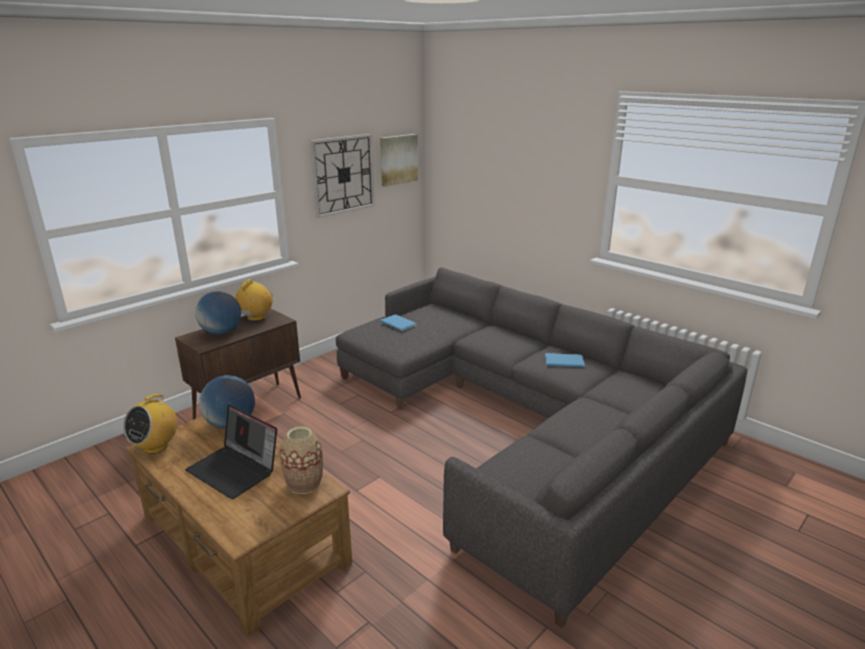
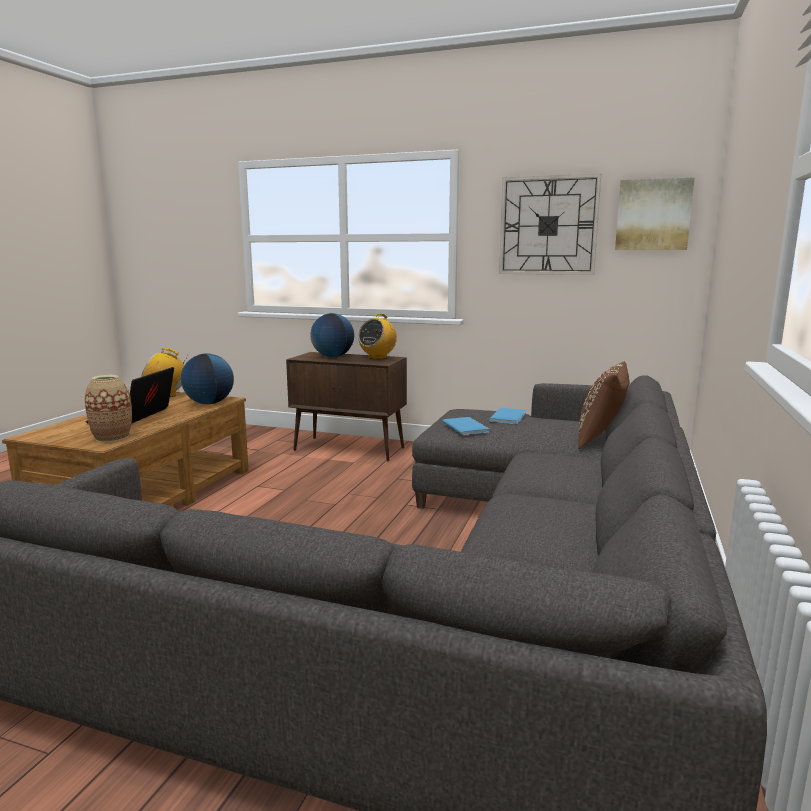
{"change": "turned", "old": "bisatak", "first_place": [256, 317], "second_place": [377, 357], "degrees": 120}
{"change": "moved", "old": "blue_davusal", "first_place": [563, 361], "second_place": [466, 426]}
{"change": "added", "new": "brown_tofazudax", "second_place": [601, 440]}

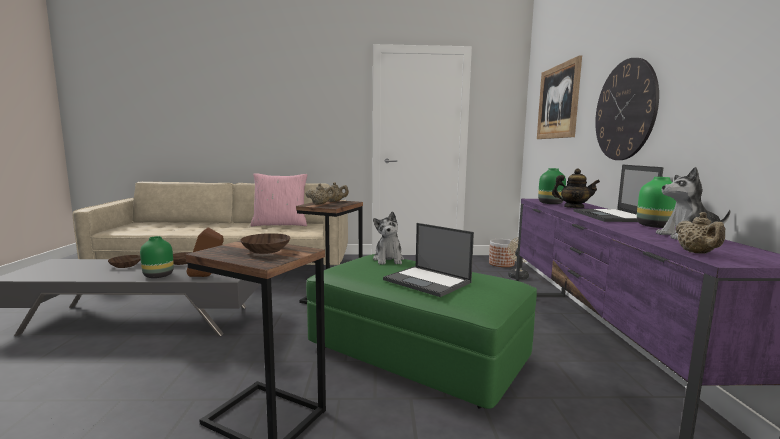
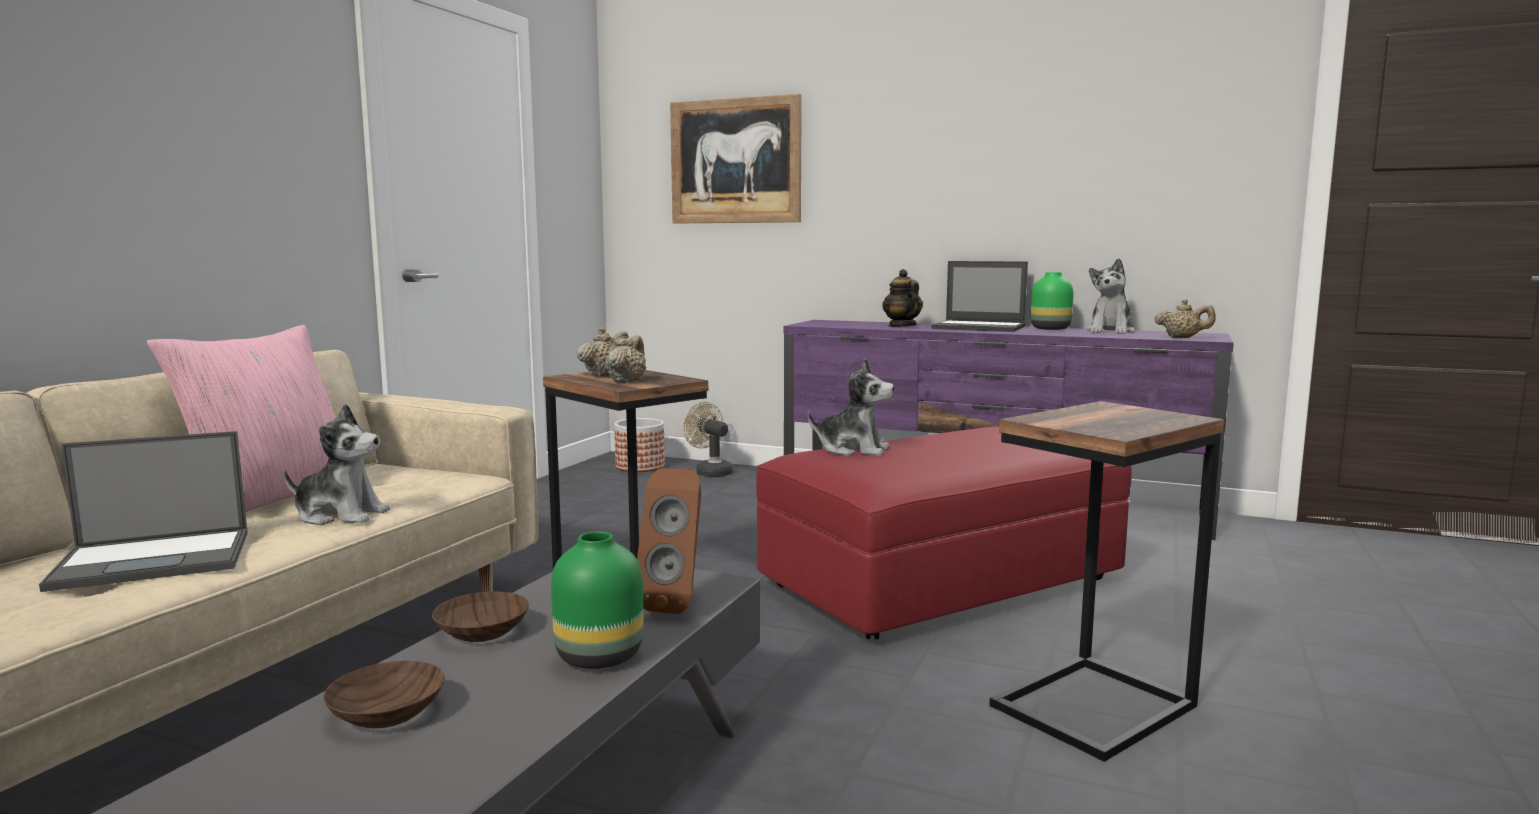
{"change": "removed", "old": "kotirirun", "first_place": [625, 110]}
{"change": "removed", "old": "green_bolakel", "first_place": [551, 203]}
{"change": "turned", "old": "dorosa", "first_place": [573, 208], "second_place": [901, 326], "degrees": -60}
{"change": "moved", "old": "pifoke", "first_place": [428, 281], "second_place": [156, 559]}
{"change": "removed", "old": "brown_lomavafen", "first_place": [266, 251]}
{"change": "recoloured", "old": "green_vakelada", "new": "red_vakelada", "first_place": [417, 353], "second_place": [941, 582]}
{"change": "added", "new": "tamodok", "second_place": [340, 515]}

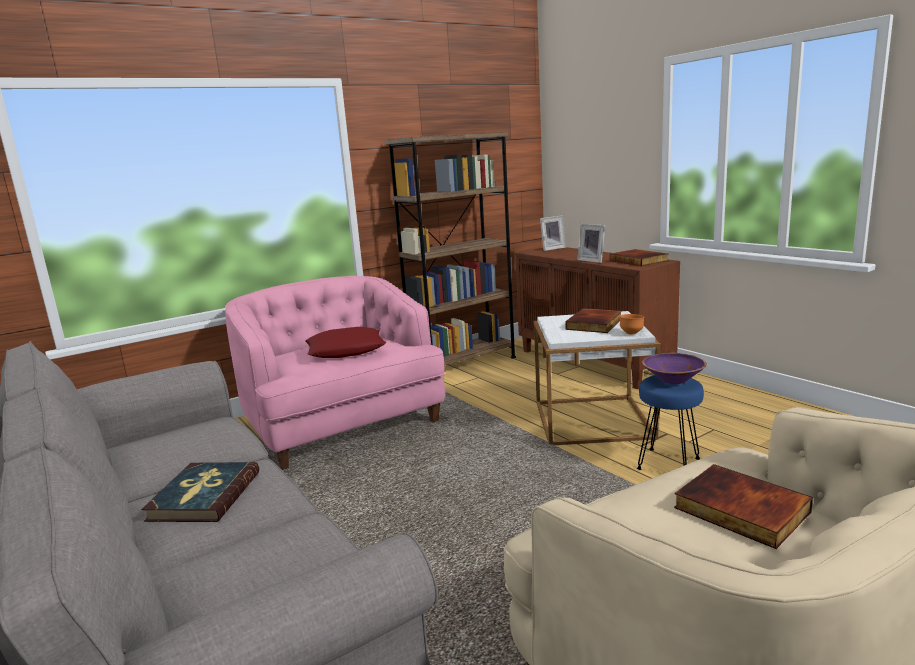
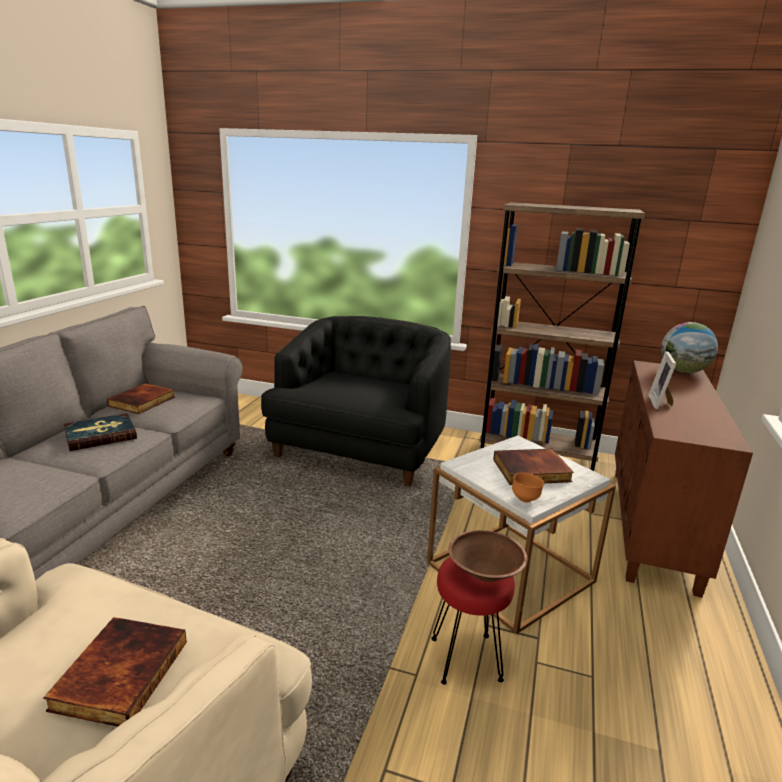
{"change": "replaced", "old": "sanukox", "new": "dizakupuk", "first_place": [552, 248], "second_place": [683, 371]}
{"change": "moved", "old": "davusal", "first_place": [639, 260], "second_place": [143, 402]}
{"change": "recoloured", "old": "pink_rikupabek", "new": "black_rikupabek", "first_place": [341, 424], "second_place": [360, 448]}
{"change": "removed", "old": "red_tofazudax", "first_place": [346, 350]}
{"change": "recoloured", "old": "purple_lomavafen", "new": "brown_lomavafen", "first_place": [673, 380], "second_place": [485, 572]}
{"change": "recoloured", "old": "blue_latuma", "new": "red_latuma", "first_place": [668, 463], "second_place": [467, 659]}

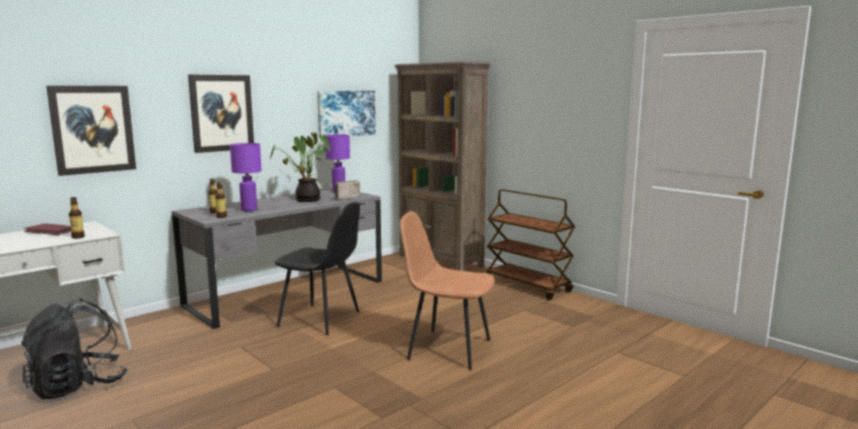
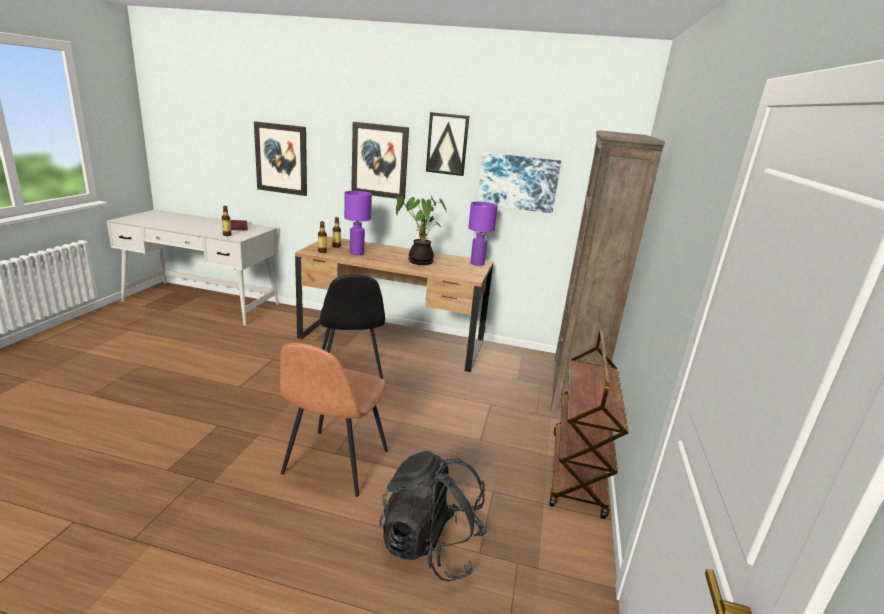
{"change": "removed", "old": "bisatak", "first_place": [345, 198]}
{"change": "recoloured", "old": "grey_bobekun", "new": "brown_bobekun", "first_place": [287, 293], "second_place": [392, 340]}
{"change": "turned", "old": "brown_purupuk", "first_place": [447, 349], "second_place": [334, 463], "degrees": -150}
{"change": "moved", "old": "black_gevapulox", "first_place": [78, 386], "second_place": [430, 546]}
{"change": "added", "new": "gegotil", "second_place": [447, 144]}

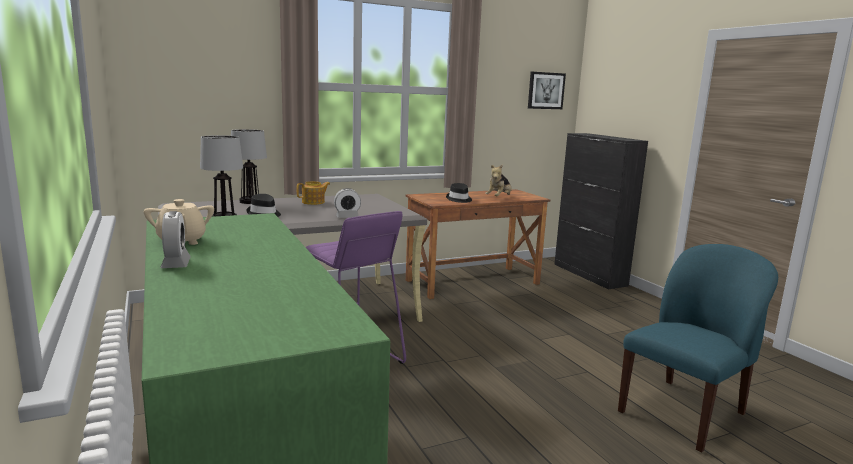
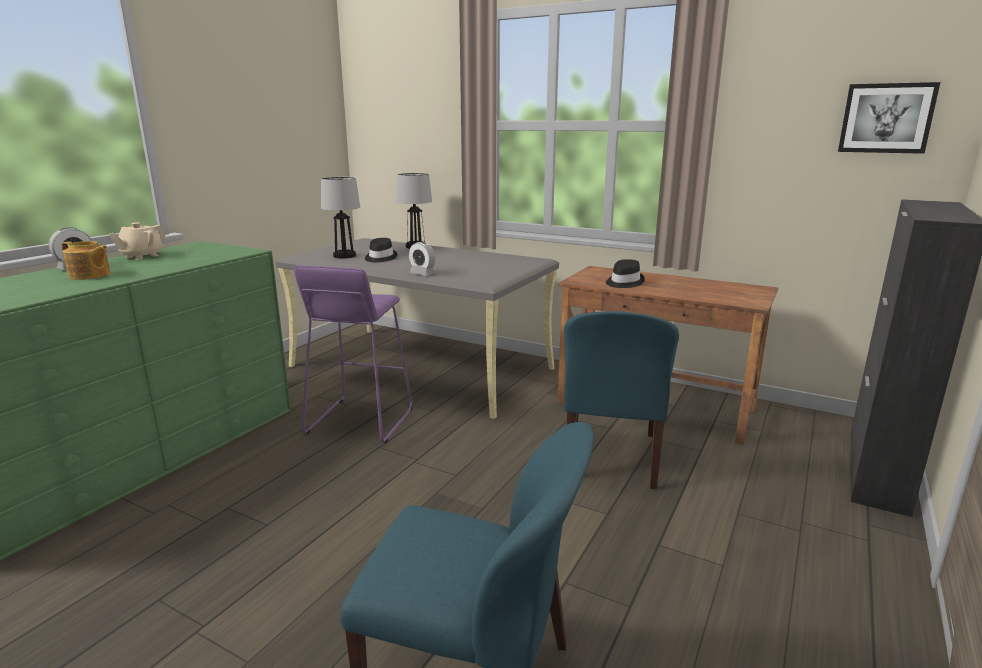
{"change": "removed", "old": "tamodok", "first_place": [499, 198]}
{"change": "moved", "old": "dorosa", "first_place": [314, 202], "second_place": [90, 275]}
{"change": "added", "new": "blue_purupuk", "second_place": [611, 457]}

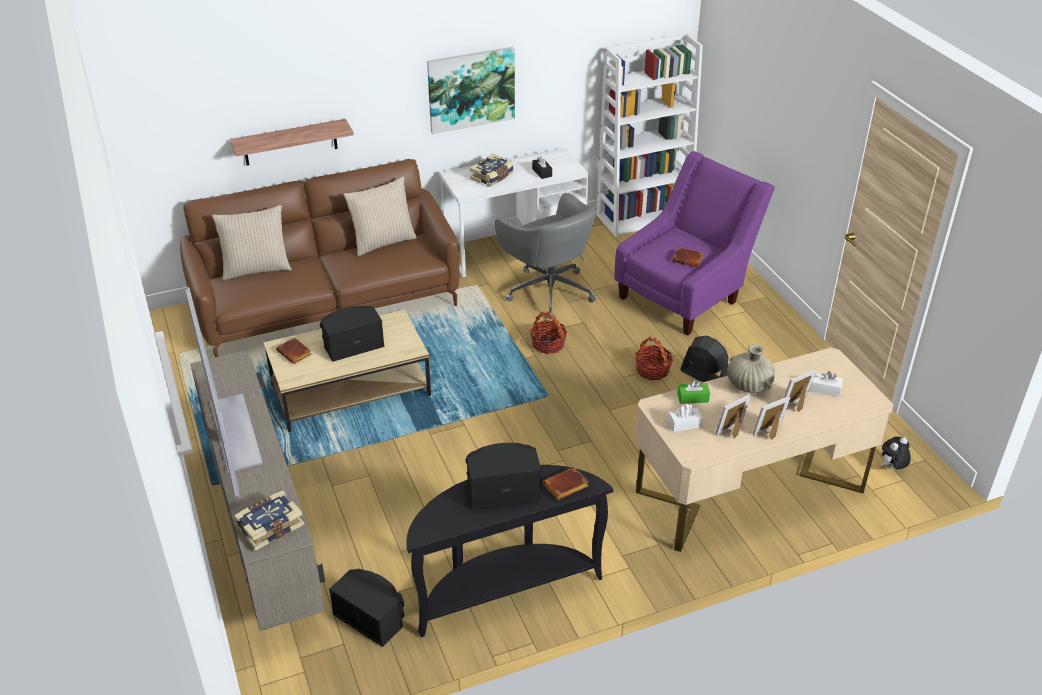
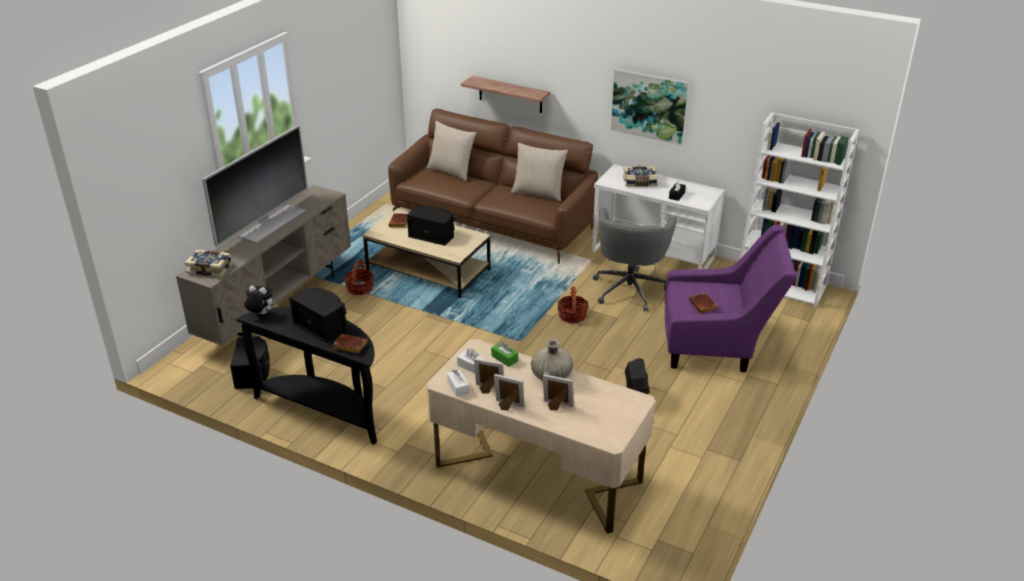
{"change": "moved", "old": "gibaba", "first_place": [652, 370], "second_place": [360, 288]}
{"change": "moved", "old": "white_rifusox", "first_place": [825, 389], "second_place": [458, 387]}
{"change": "moved", "old": "tamodok", "first_place": [892, 468], "second_place": [260, 314]}

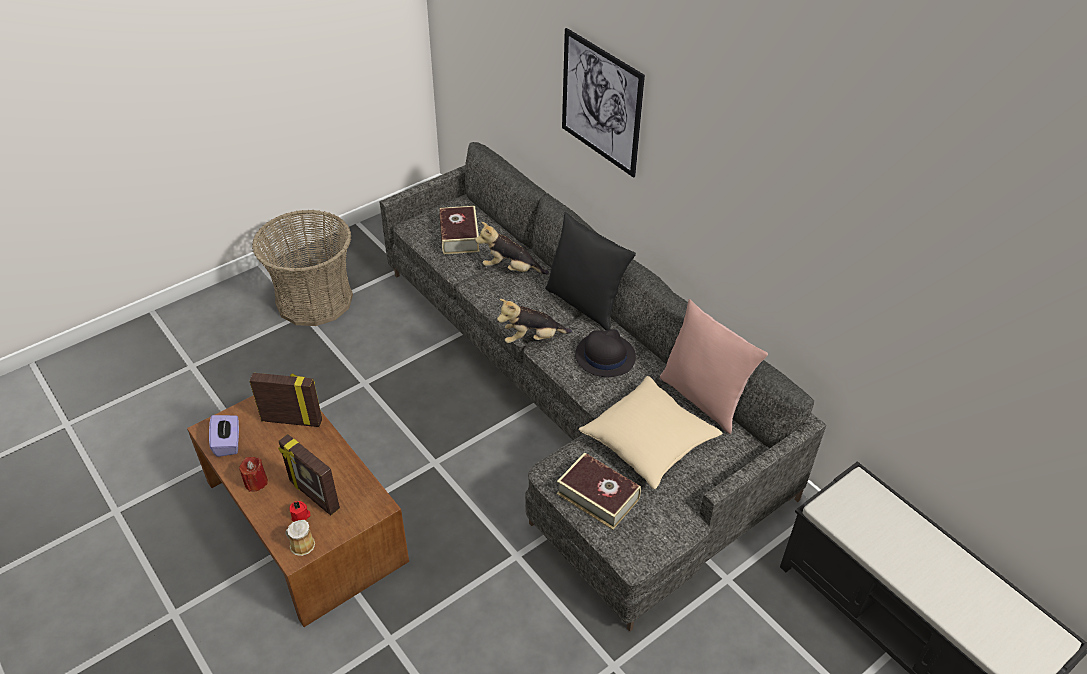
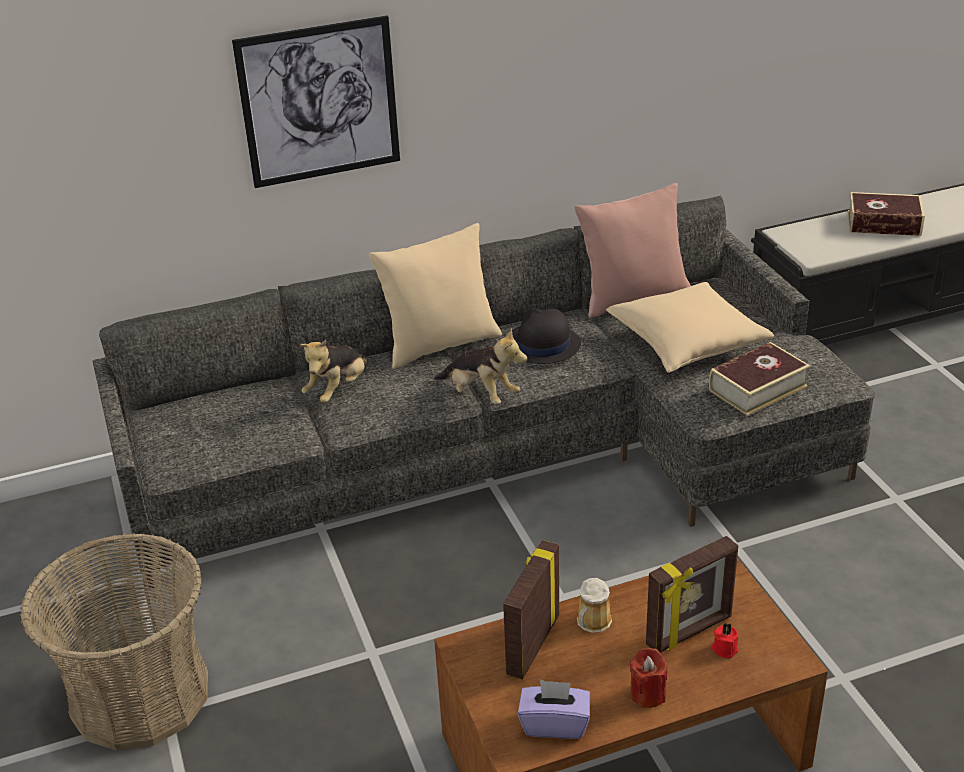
{"change": "moved", "old": "davusal", "first_place": [459, 236], "second_place": [883, 223]}
{"change": "recoloured", "old": "black_tofazudax", "new": "beige_tofazudax", "first_place": [585, 304], "second_place": [440, 344]}
{"change": "turned", "old": "tamodok", "first_place": [532, 338], "second_place": [481, 394], "degrees": -60}
{"change": "moved", "old": "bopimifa", "first_place": [301, 545], "second_place": [592, 622]}

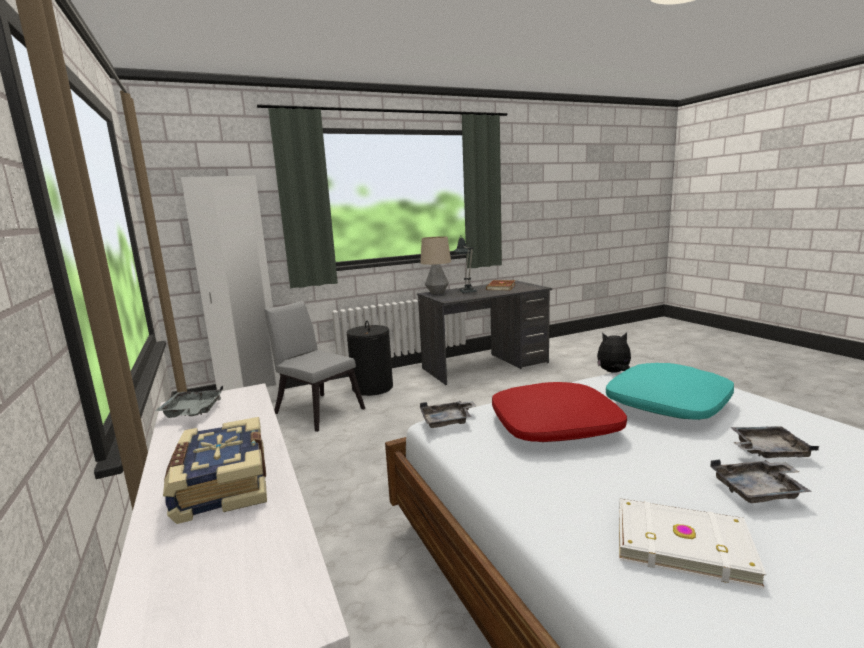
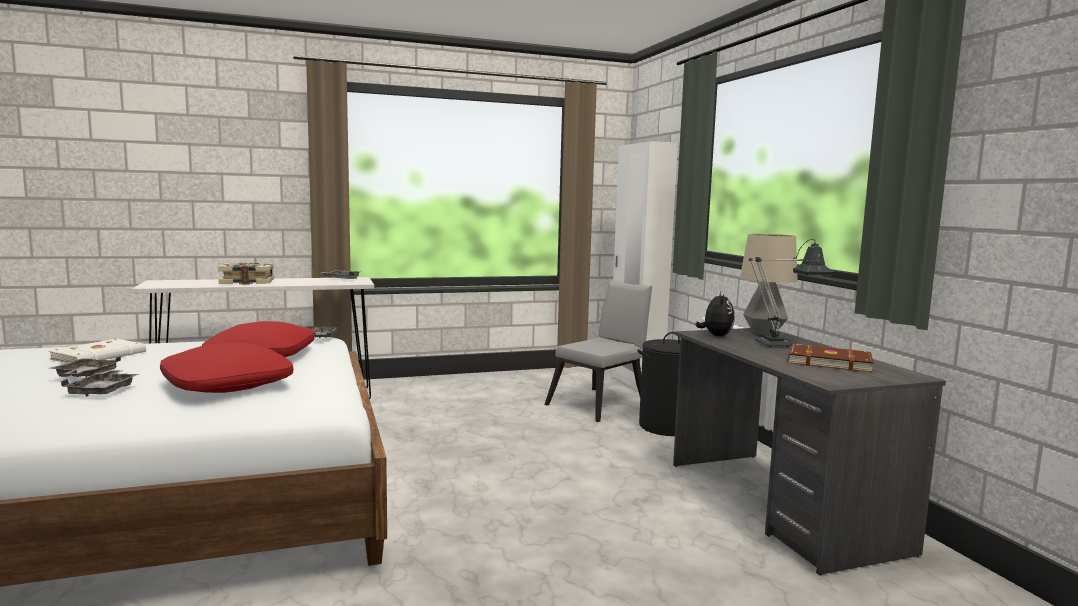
{"change": "moved", "old": "tamodok", "first_place": [613, 372], "second_place": [716, 336]}
{"change": "recoloured", "old": "turquoise_tofazudax", "new": "red_tofazudax", "first_place": [668, 404], "second_place": [226, 384]}

